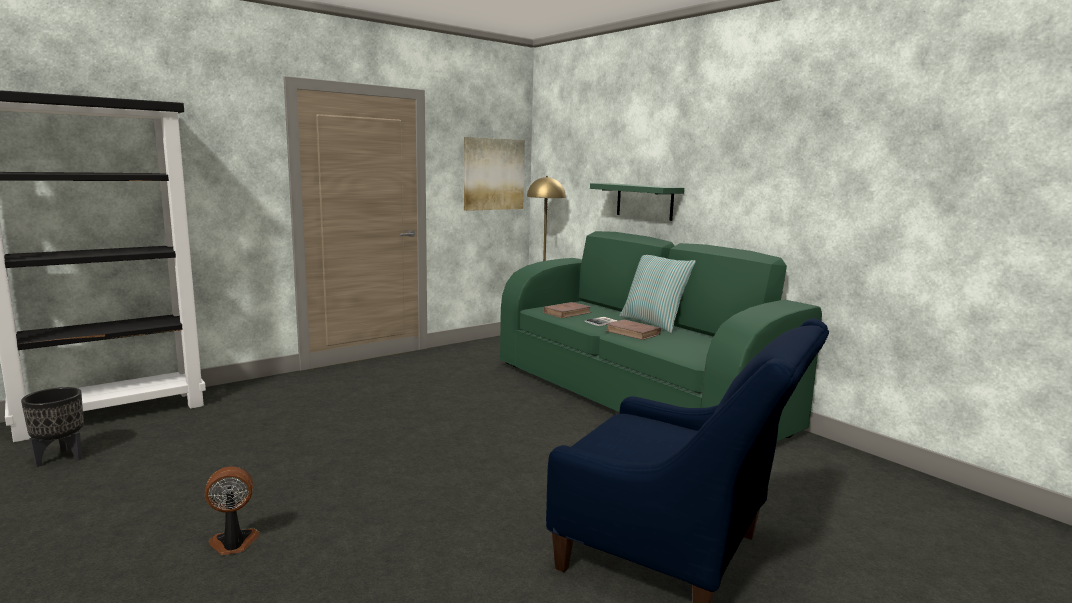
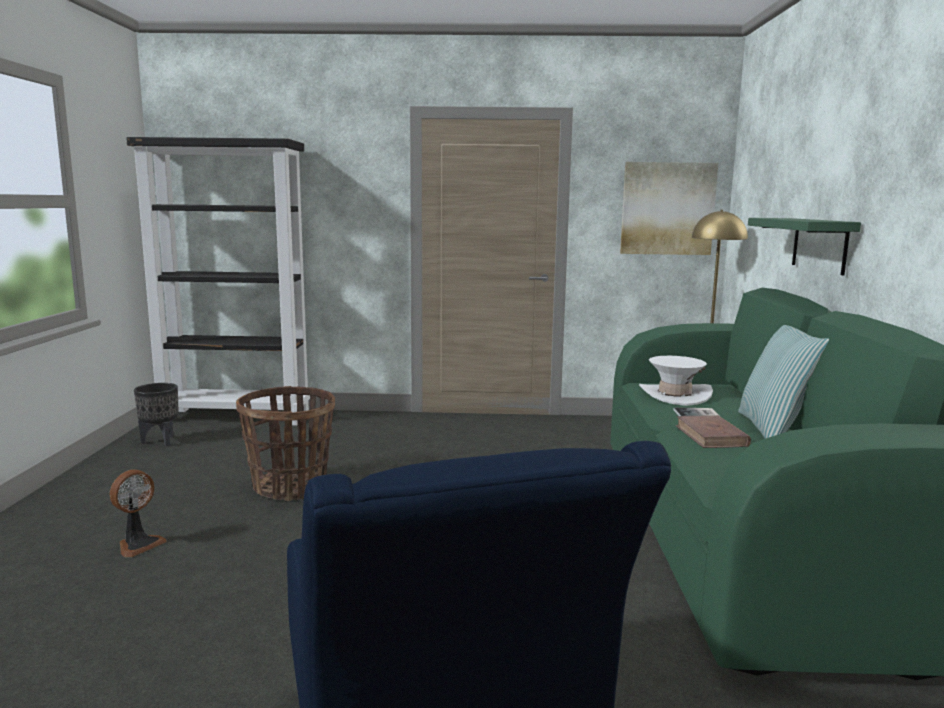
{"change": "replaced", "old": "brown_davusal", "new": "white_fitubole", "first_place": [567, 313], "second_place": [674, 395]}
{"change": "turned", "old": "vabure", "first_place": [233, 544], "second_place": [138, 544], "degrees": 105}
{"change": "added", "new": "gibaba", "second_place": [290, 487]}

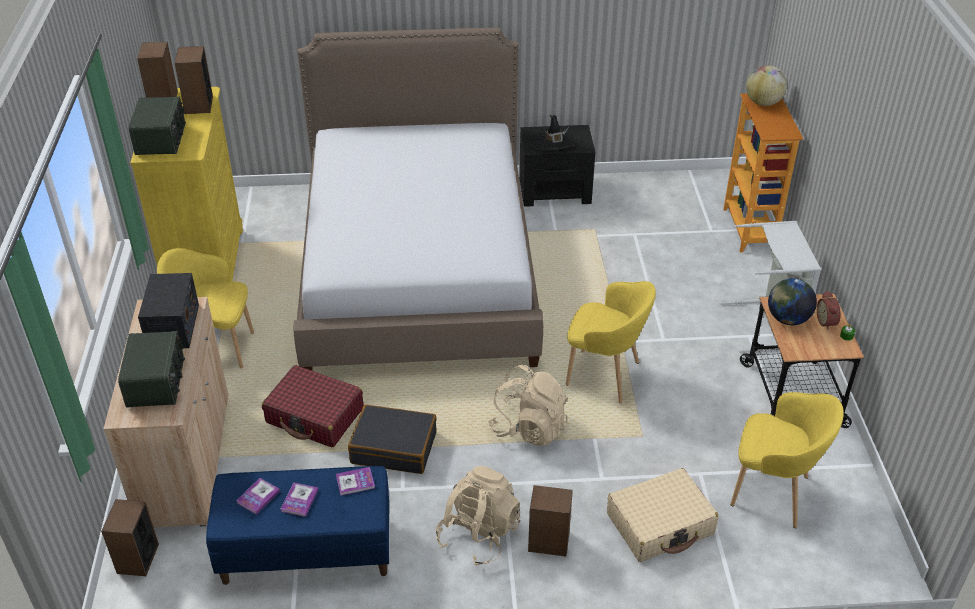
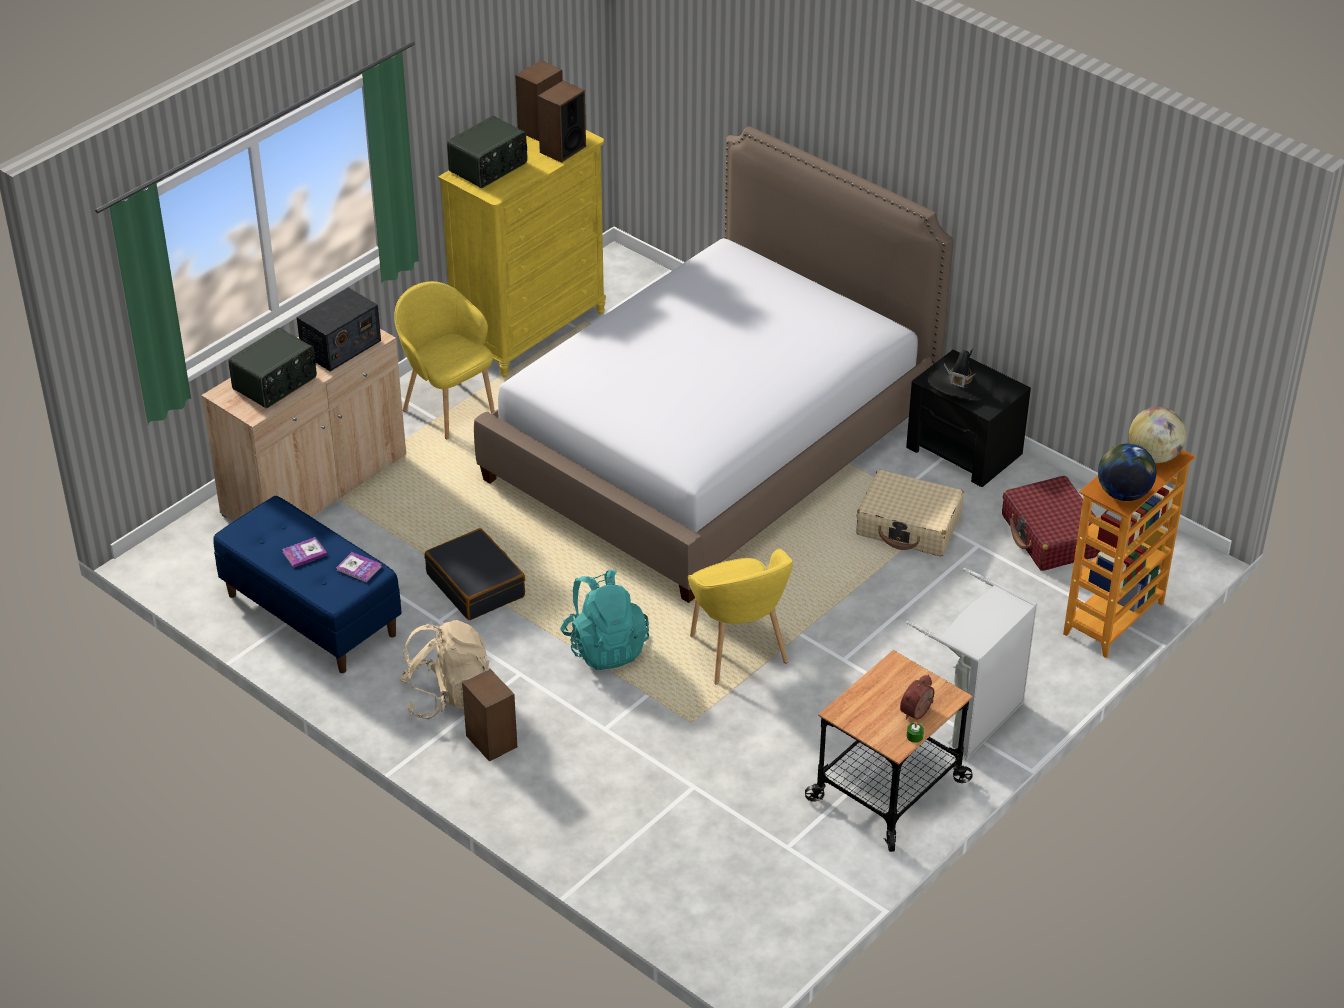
{"change": "moved", "old": "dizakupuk", "first_place": [787, 319], "second_place": [1123, 493]}
{"change": "moved", "old": "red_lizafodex", "first_place": [315, 416], "second_place": [1051, 536]}
{"change": "recoloured", "old": "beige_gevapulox", "new": "turquoise_gevapulox", "first_place": [528, 428], "second_place": [605, 647]}
{"change": "removed", "old": "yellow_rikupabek", "first_place": [773, 494]}
{"change": "moved", "old": "beige_lizafodex", "first_place": [660, 524], "second_place": [909, 525]}
{"change": "removed", "old": "davusal", "first_place": [258, 497]}
{"change": "removed", "old": "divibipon", "first_place": [137, 559]}

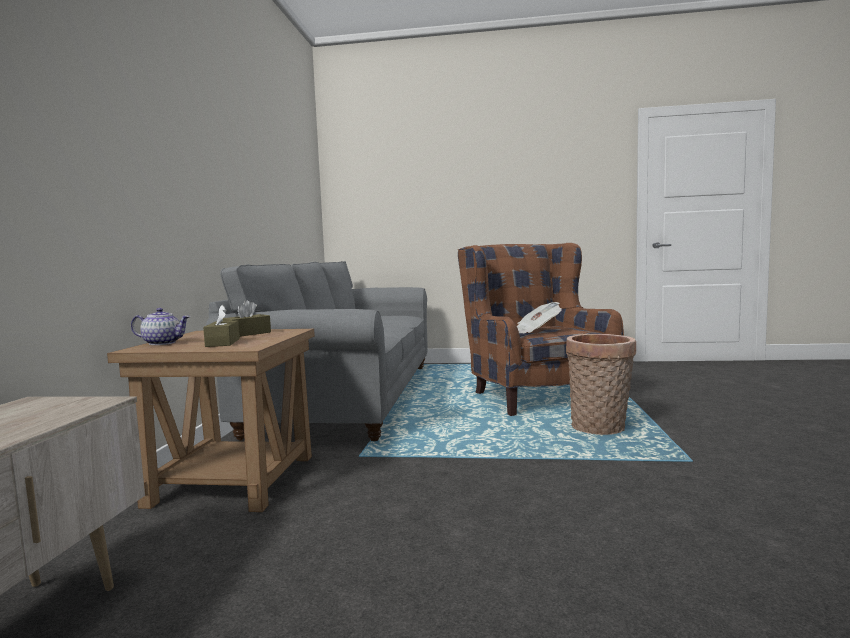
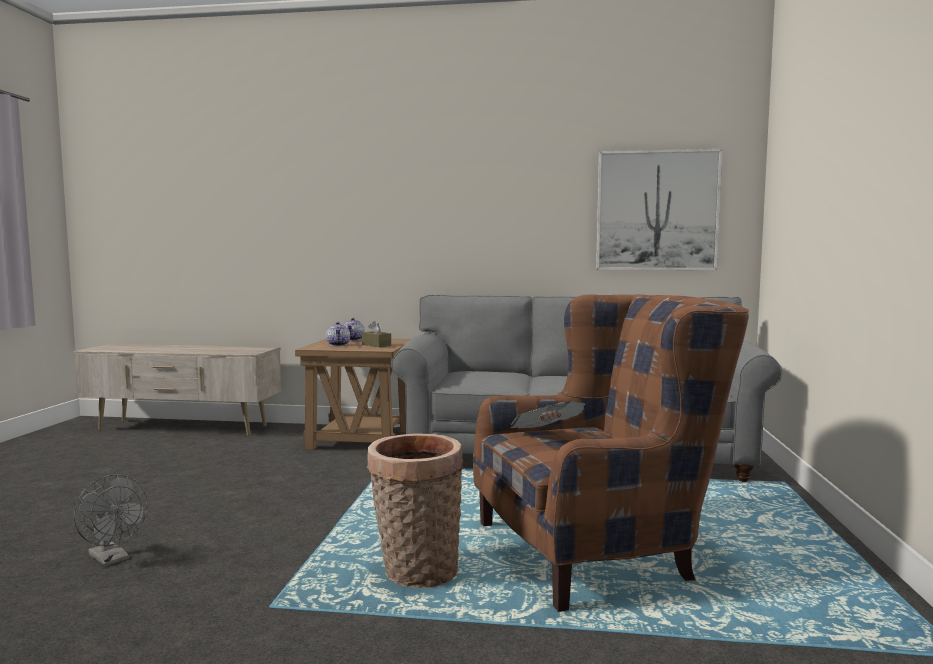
{"change": "replaced", "old": "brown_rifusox", "new": "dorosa", "first_place": [223, 342], "second_place": [338, 344]}
{"change": "added", "new": "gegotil", "second_place": [657, 211]}
{"change": "added", "new": "grey_vabure", "second_place": [112, 559]}

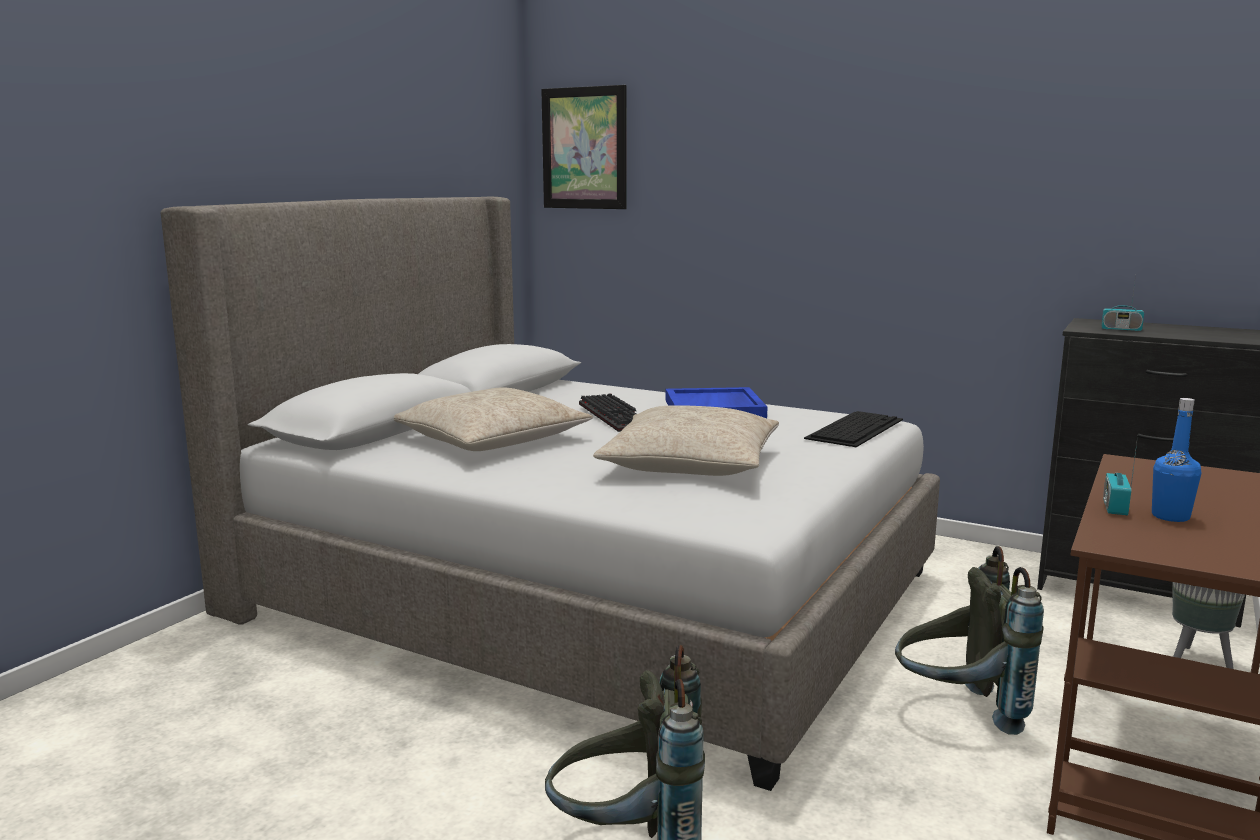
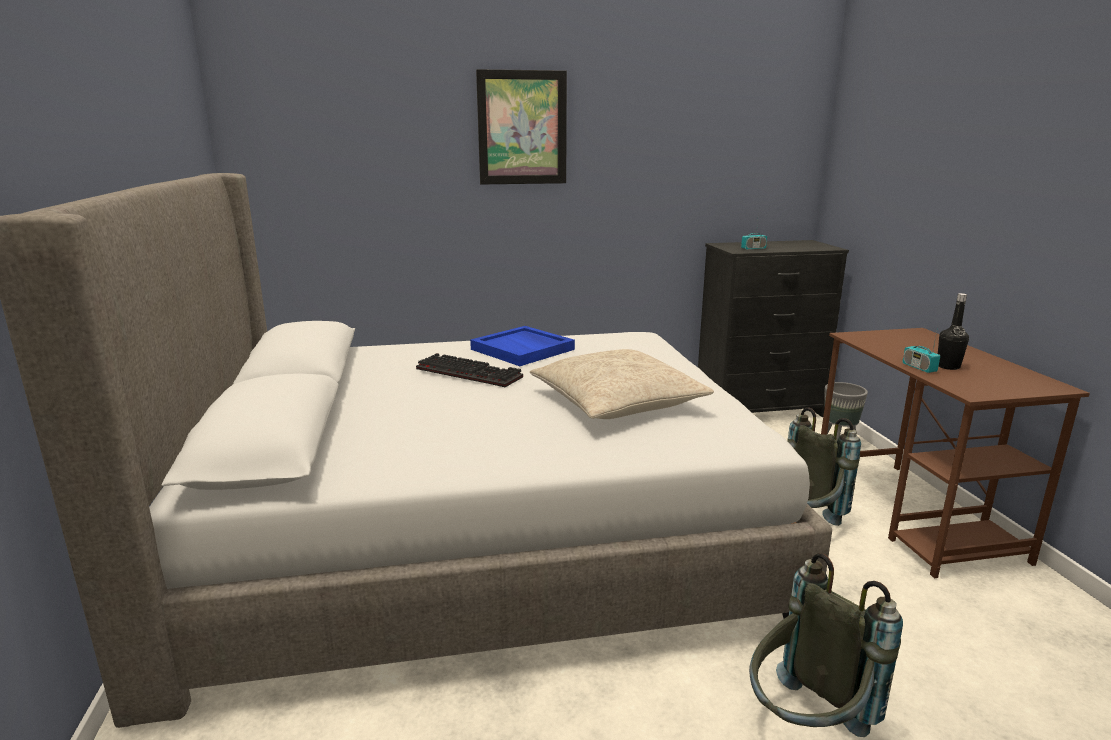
{"change": "moved", "old": "gegotil", "first_place": [584, 148], "second_place": [522, 128]}
{"change": "removed", "old": "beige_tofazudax", "first_place": [491, 440]}
{"change": "recoloured", "old": "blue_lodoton", "new": "black_lodoton", "first_place": [1170, 516], "second_place": [948, 366]}
{"change": "removed", "old": "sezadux", "first_place": [855, 428]}

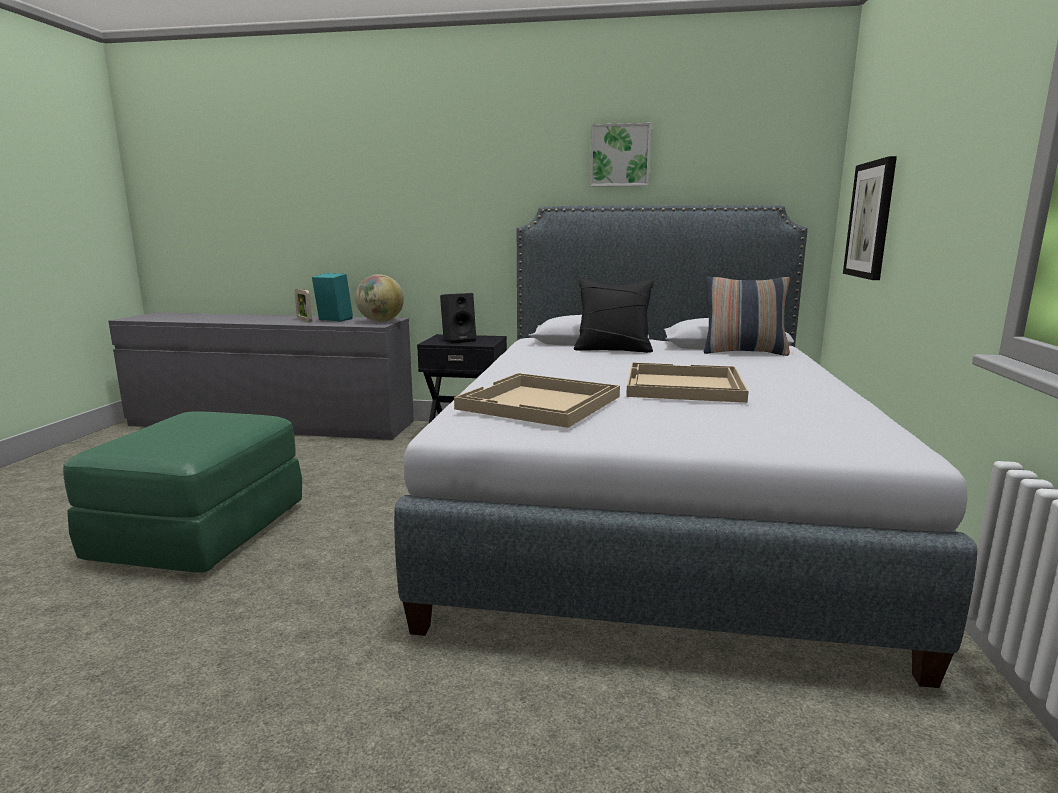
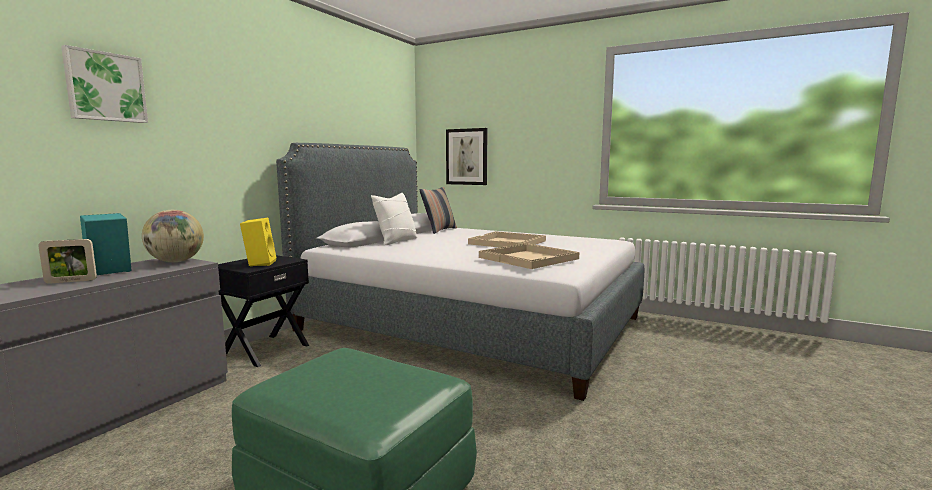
{"change": "moved", "old": "gegotil", "first_place": [620, 155], "second_place": [105, 87]}
{"change": "recoloured", "old": "black_tofazudax", "new": "white_tofazudax", "first_place": [613, 349], "second_place": [396, 241]}
{"change": "recoloured", "old": "black_divibipon", "new": "yellow_divibipon", "first_place": [459, 340], "second_place": [259, 263]}

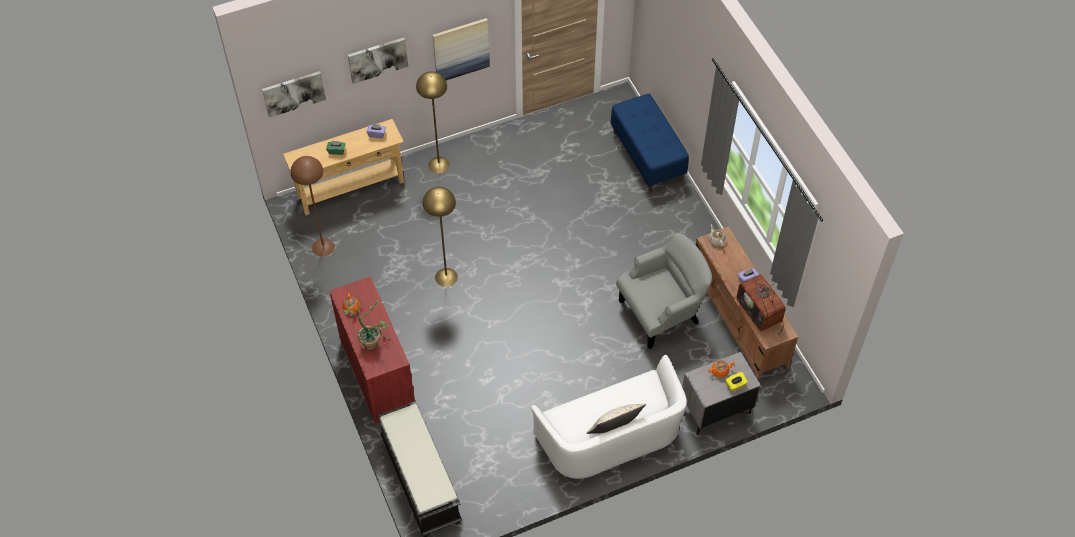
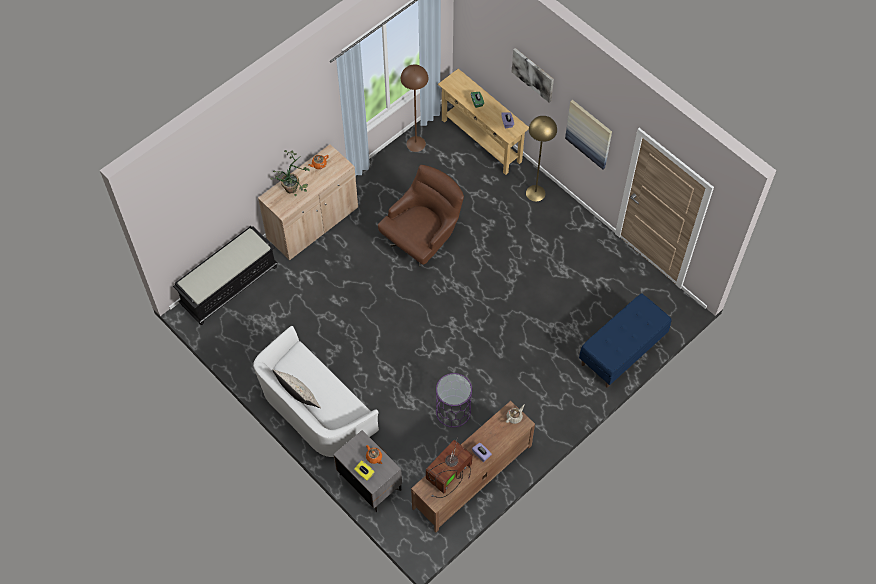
{"change": "removed", "old": "gegotil", "first_place": [294, 93]}
{"change": "replaced", "old": "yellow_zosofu", "new": "brown_rikupabek", "first_place": [446, 277], "second_place": [423, 238]}
{"change": "replaced", "old": "grey_rikupabek", "new": "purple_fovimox", "first_place": [661, 312], "second_place": [453, 411]}
{"change": "recoloured", "old": "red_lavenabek", "new": "beige_lavenabek", "first_place": [377, 373], "second_place": [313, 223]}

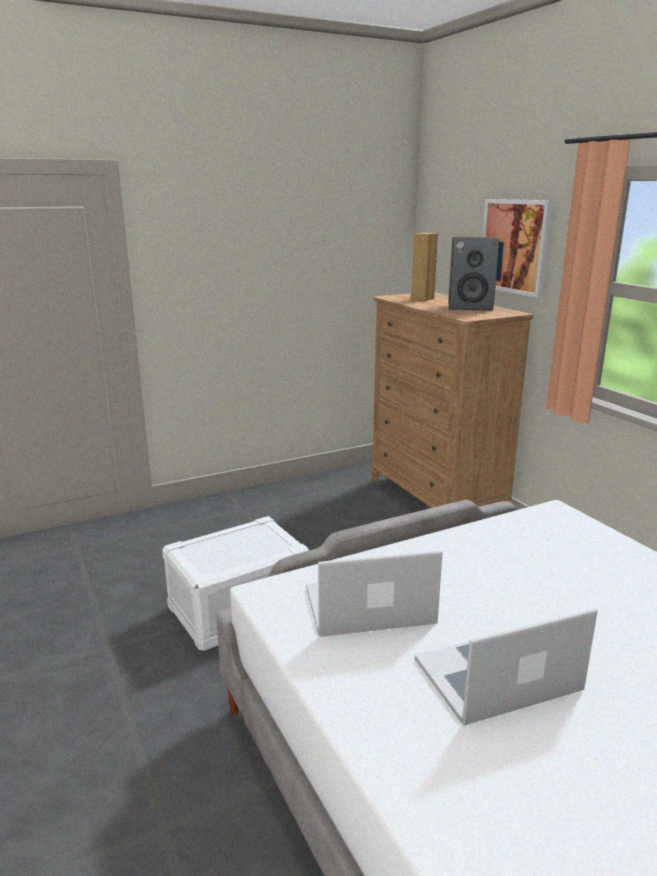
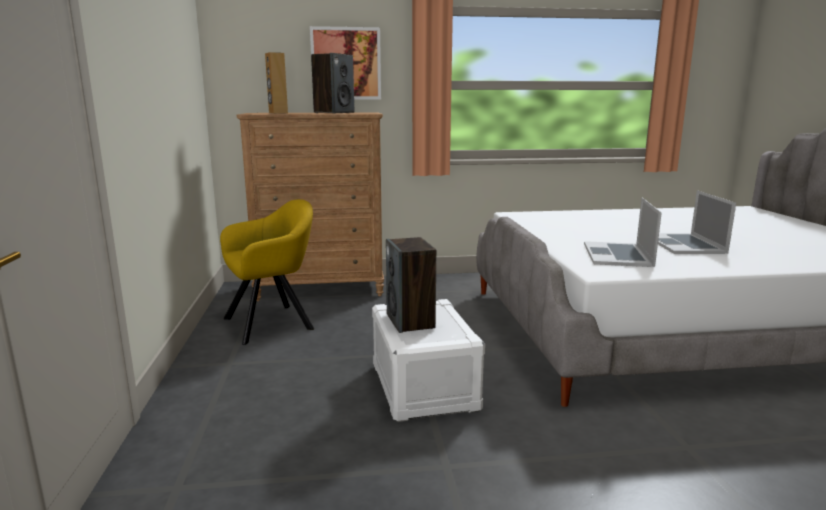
{"change": "added", "new": "yellow_rikupabek", "second_place": [274, 322]}
{"change": "added", "new": "divibipon", "second_place": [410, 321]}

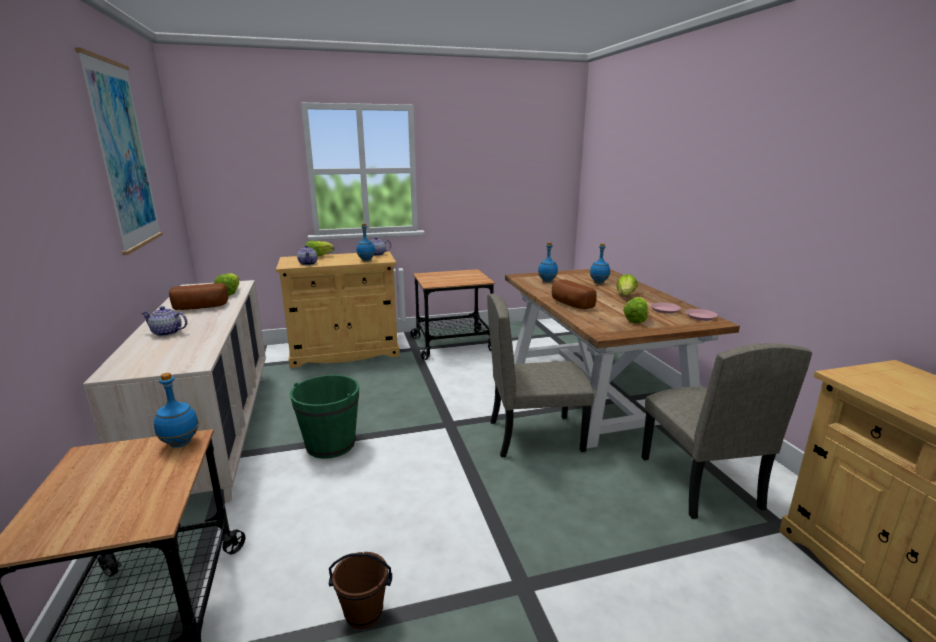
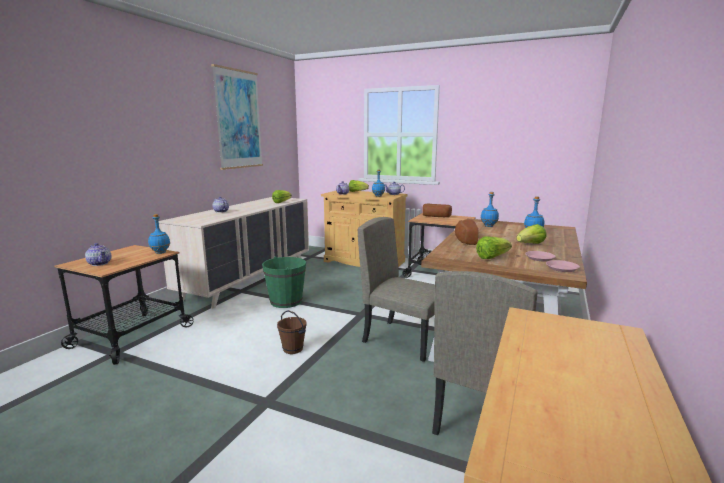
{"change": "moved", "old": "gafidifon", "first_place": [200, 308], "second_place": [436, 216]}
{"change": "moved", "old": "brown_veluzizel", "first_place": [363, 614], "second_place": [292, 349]}
{"change": "added", "new": "dorosa", "second_place": [100, 263]}

